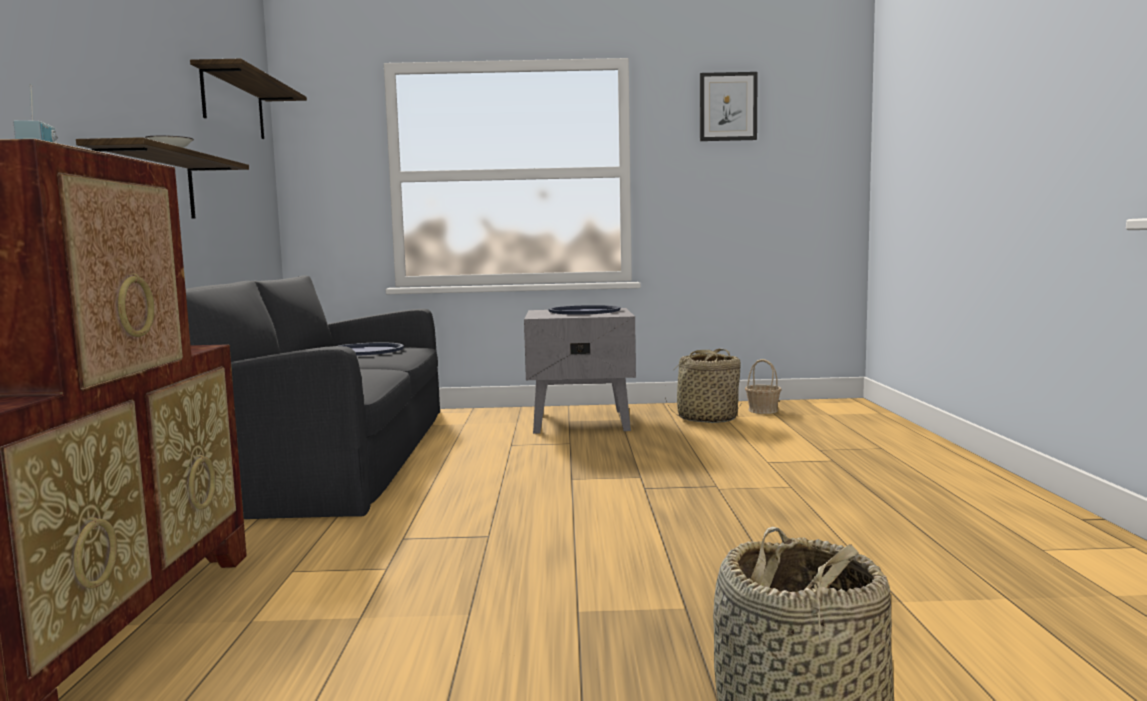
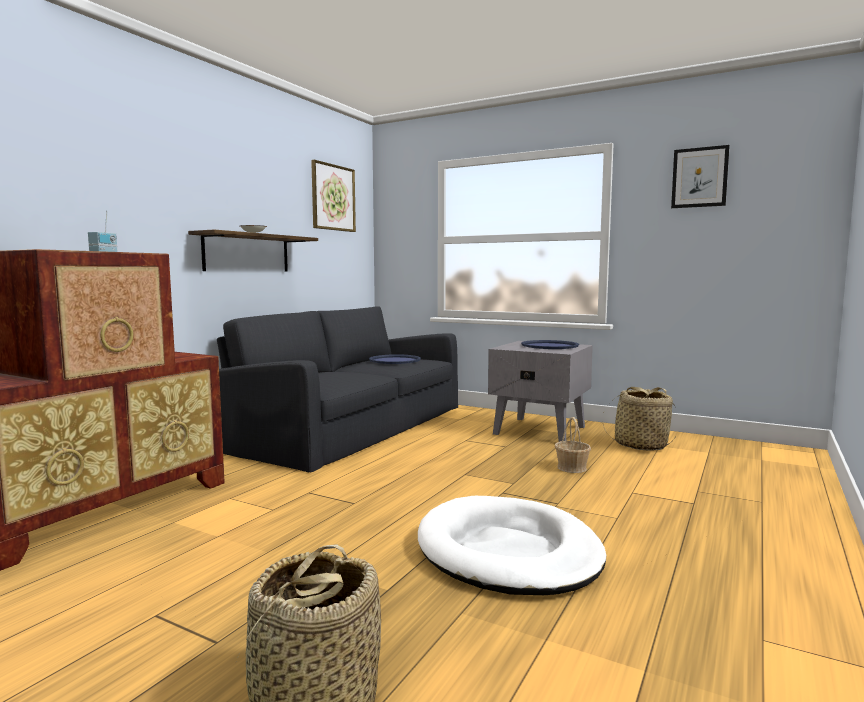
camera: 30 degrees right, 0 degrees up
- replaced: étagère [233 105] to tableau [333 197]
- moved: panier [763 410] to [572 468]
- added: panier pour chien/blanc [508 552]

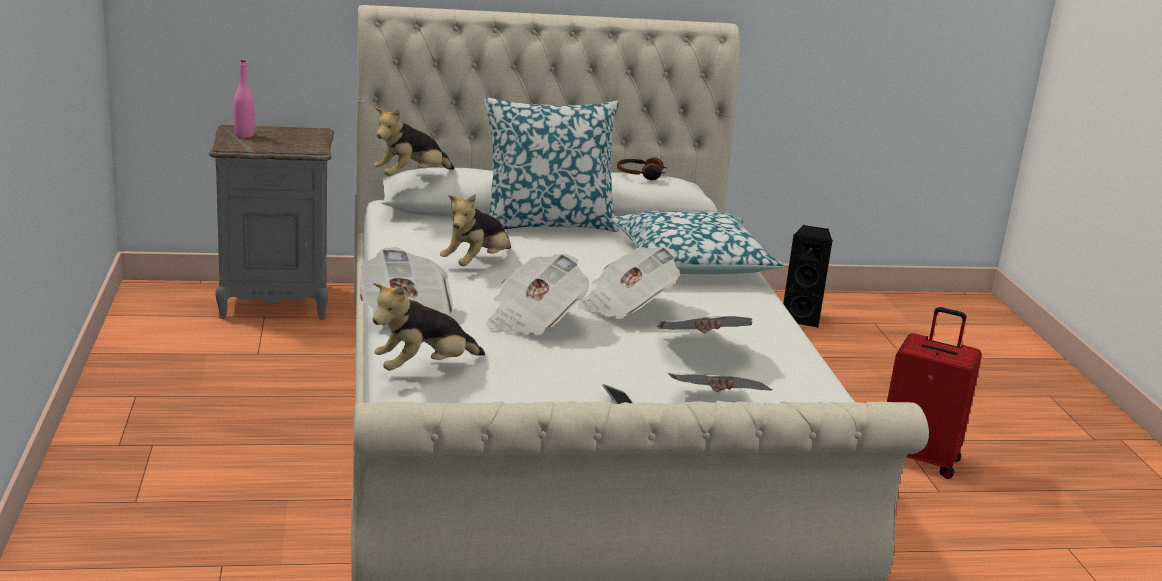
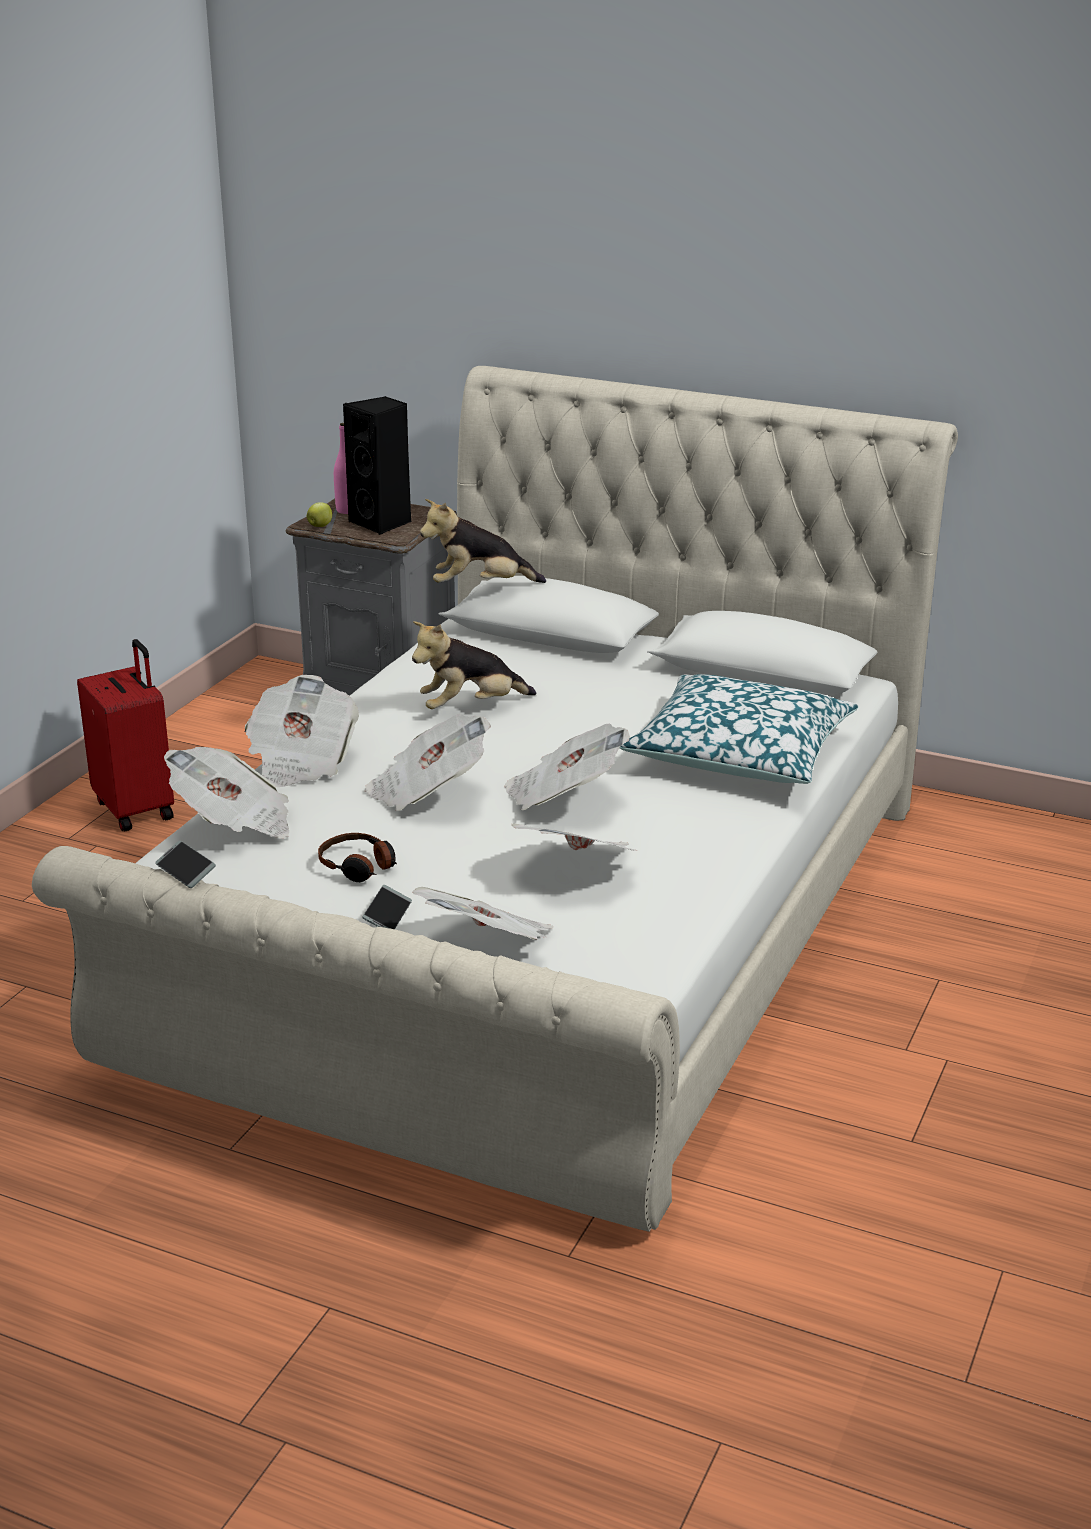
camera: 35 degrees right, 5 degrees up
- removed: coussin [547 224]
- moved: casque audio [641 175] to [358 867]
- moved: enceinte/noir [801 318] to [382 523]
- replaced: peluche [424 368] to journal [234 823]
- moved: valise/rouge [919 459] to [137 809]
- added: pomme [320 526]
- added: téléphone [186 871]

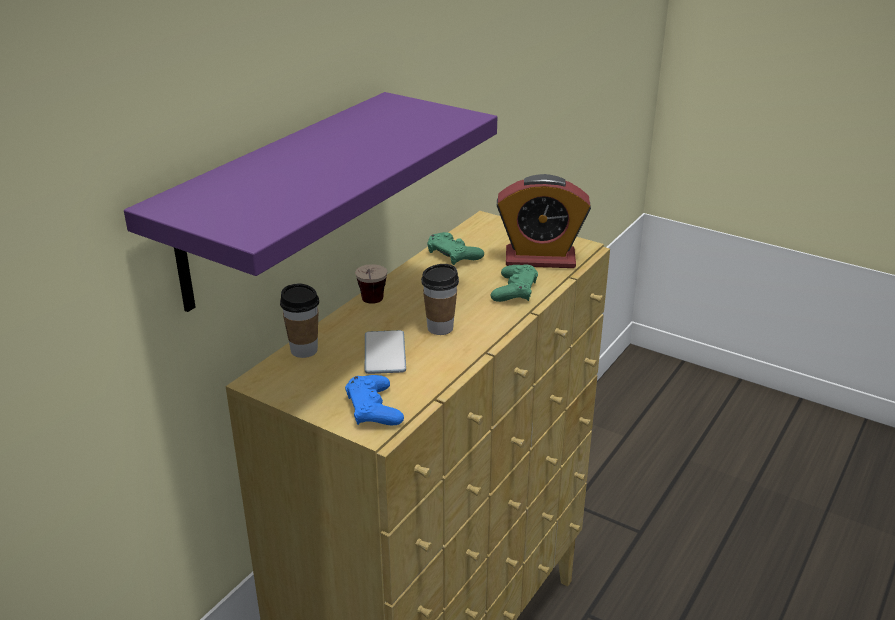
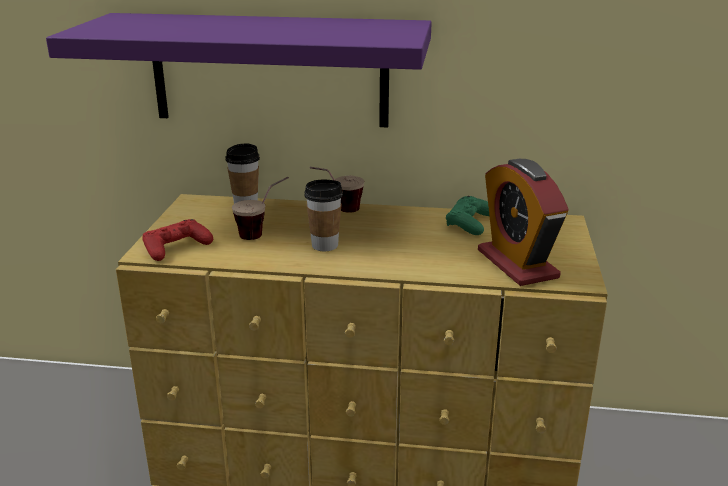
camera: 65 degrees right, 5 degrees down
- removed: manette/vert [514 290]
- replaced: téléphone [385 353] to tasse [263 233]
- recoloured: manette/bleu [373 409] to manette/rouge [176 247]

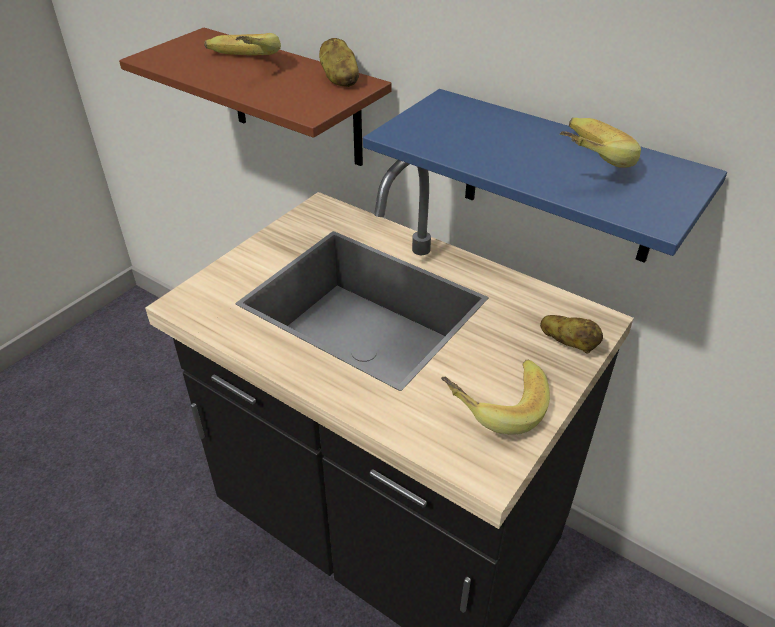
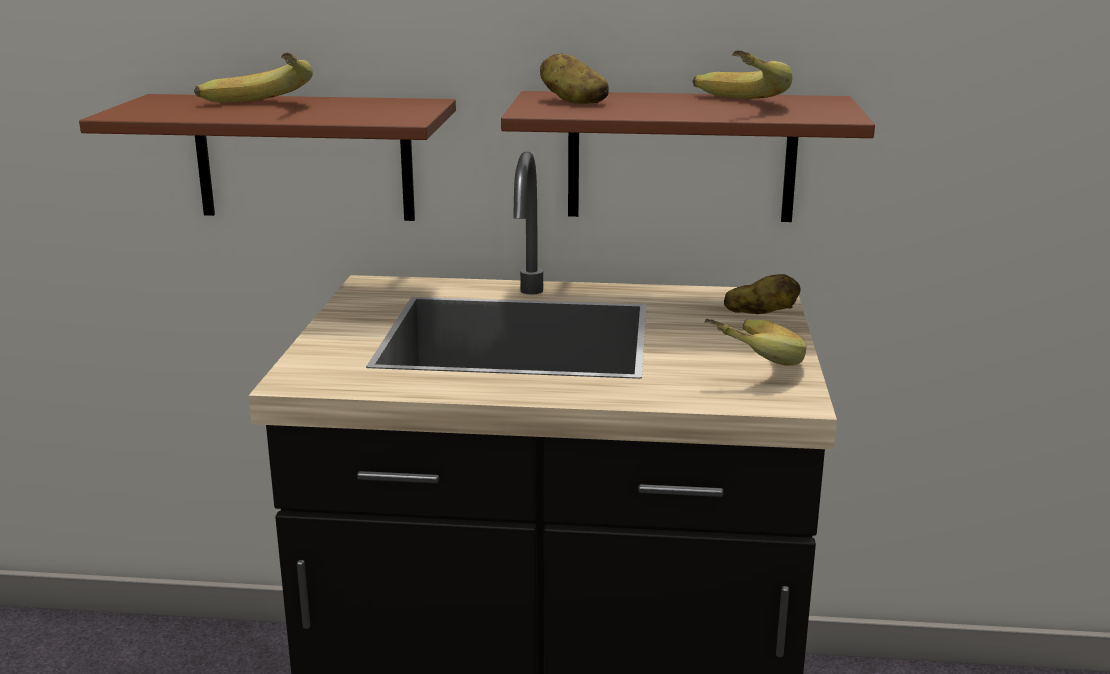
camera: 30 degrees left, 20 degrees down
- moved: pomme de terre [339 79] to [573 101]
- recoloured: étagère/bleu [559 178] to étagère/marron [681 156]

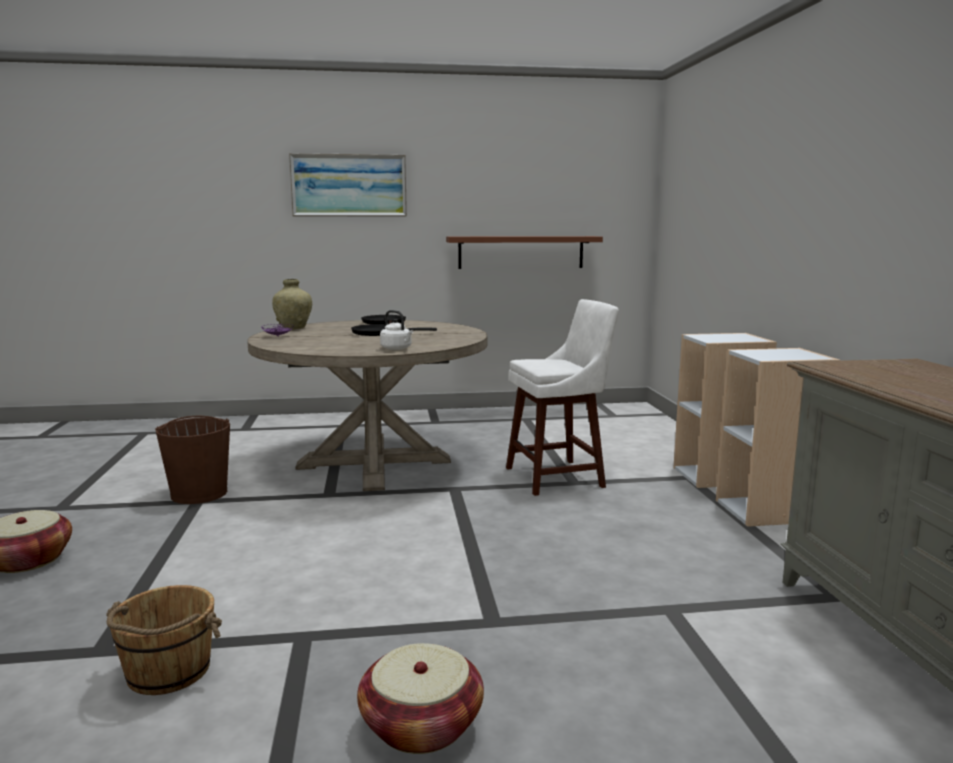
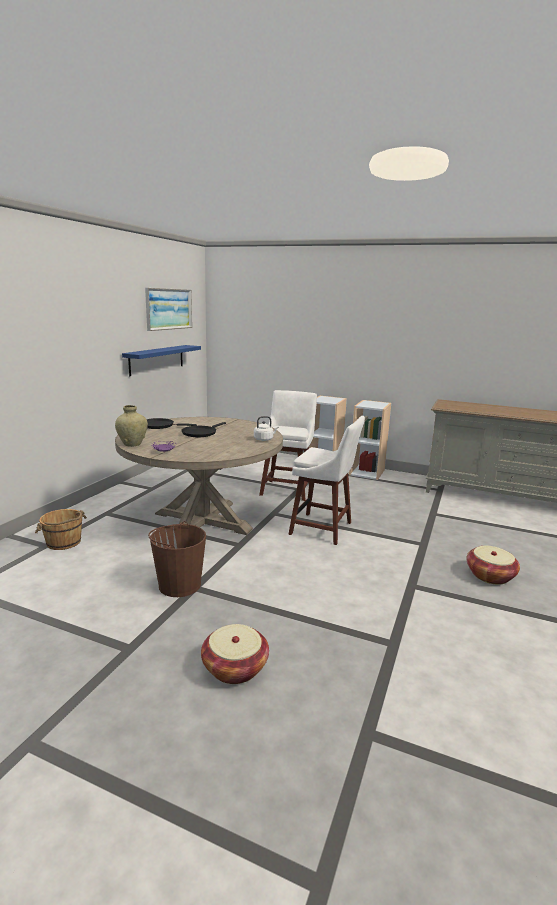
camera: 60 degrees left, 5 degrees up
- moved: tableau [349 185] to [169 309]
- recoloured: étagère/marron [521 252] to étagère/bleu [157 359]
- moved: seau/marron [167 672] to [64 542]
- added: chaise/blanc [324 529]

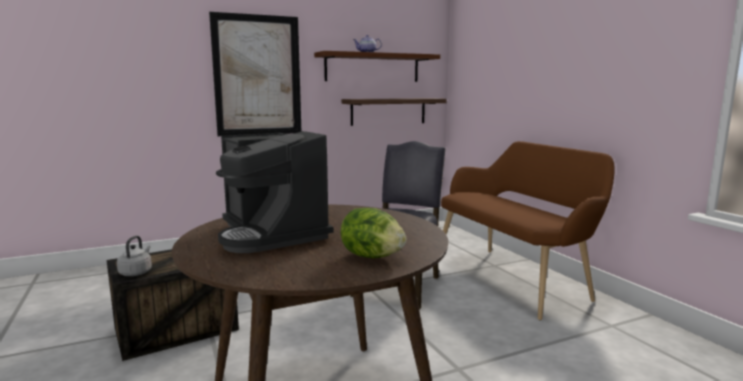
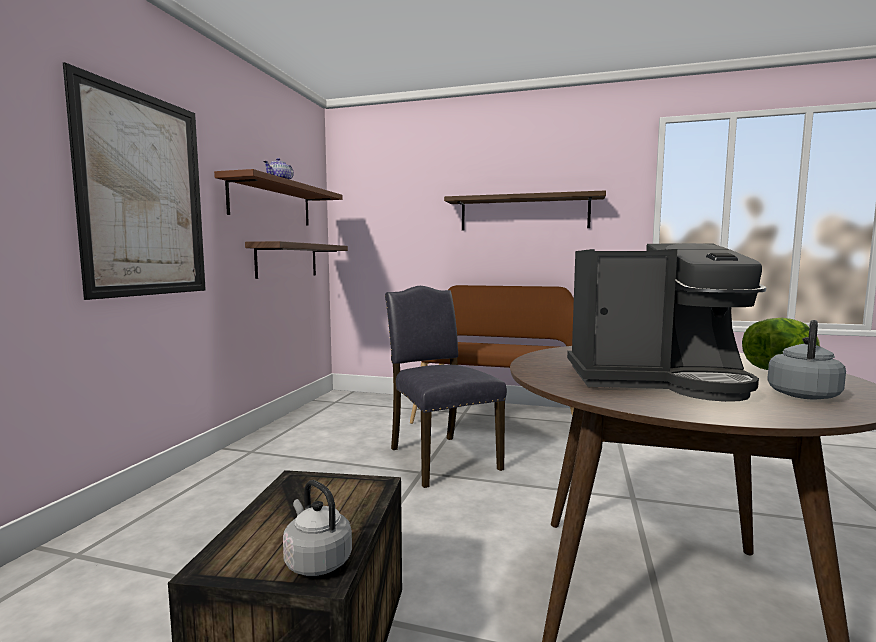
camera: 50 degrees left, 5 degrees down
- added: étagère [524 213]
- added: bouilloire/gris [803 394]

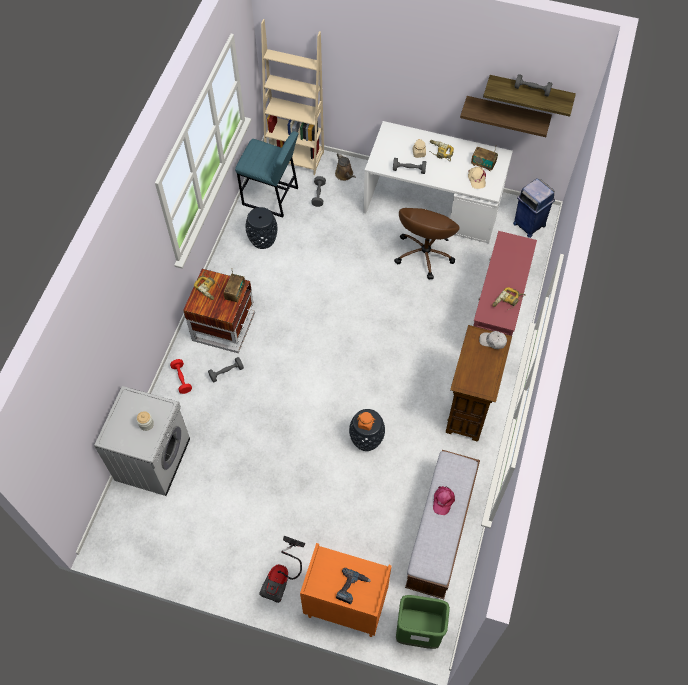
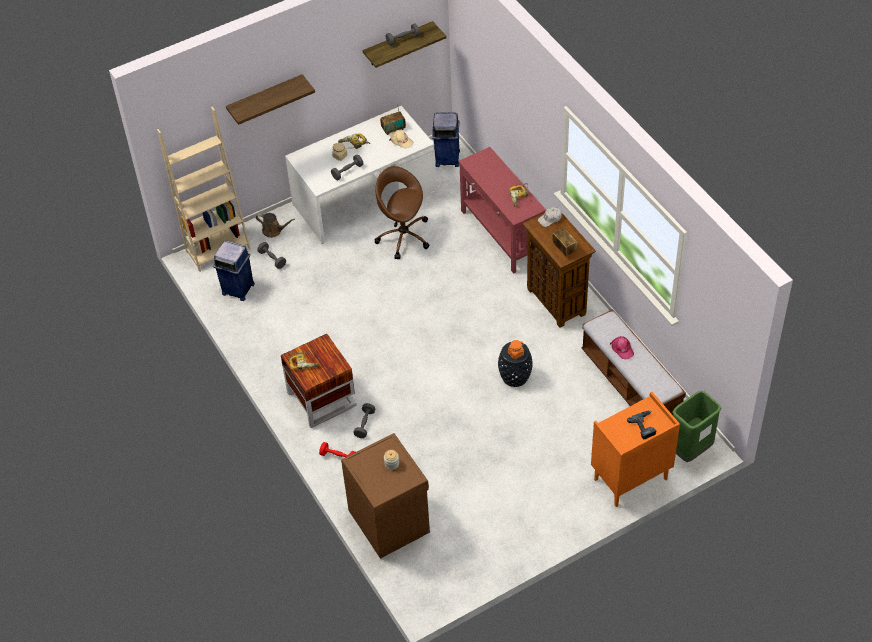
camera: 45 degrees left, 10 degrees down
- moved: étagère [507 113] to [265 98]
- replaced: tabouret/bleu [271 196] to poubelle/bleu [237 289]
- removed: tabouret/noir [262 239]
- turned: chaise de bureau/marron [423 256] = [403 236] 135 degrees clockwise
- moved: radio [235 293] to [564 248]
- recoloured: lave-linge/blanc [154 460] to lave-linge/marron [390 520]
- removed: aspirateur [282 576]

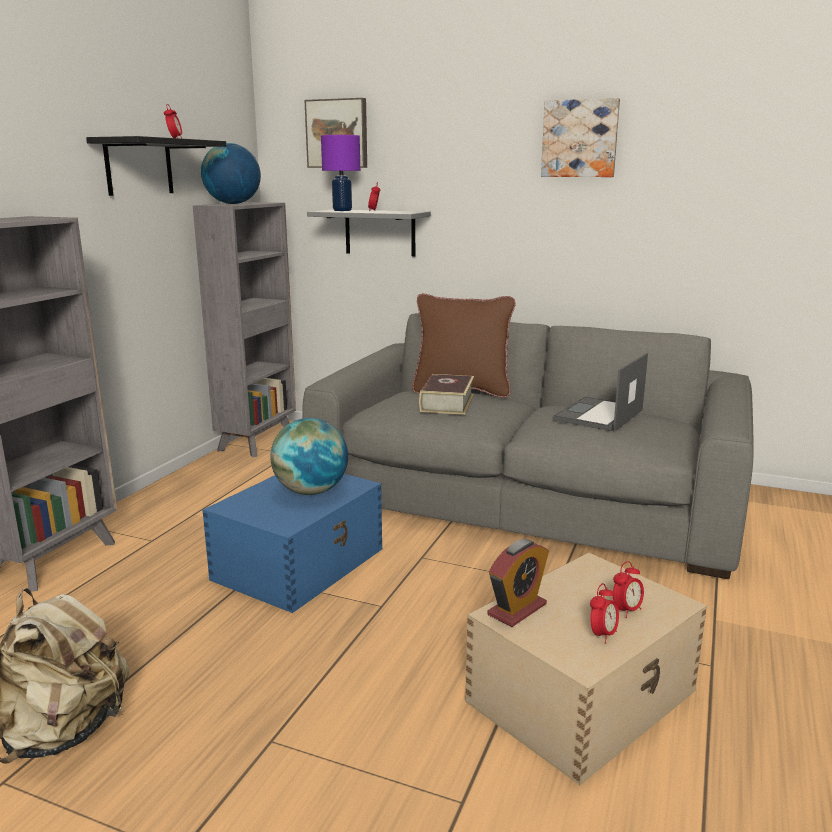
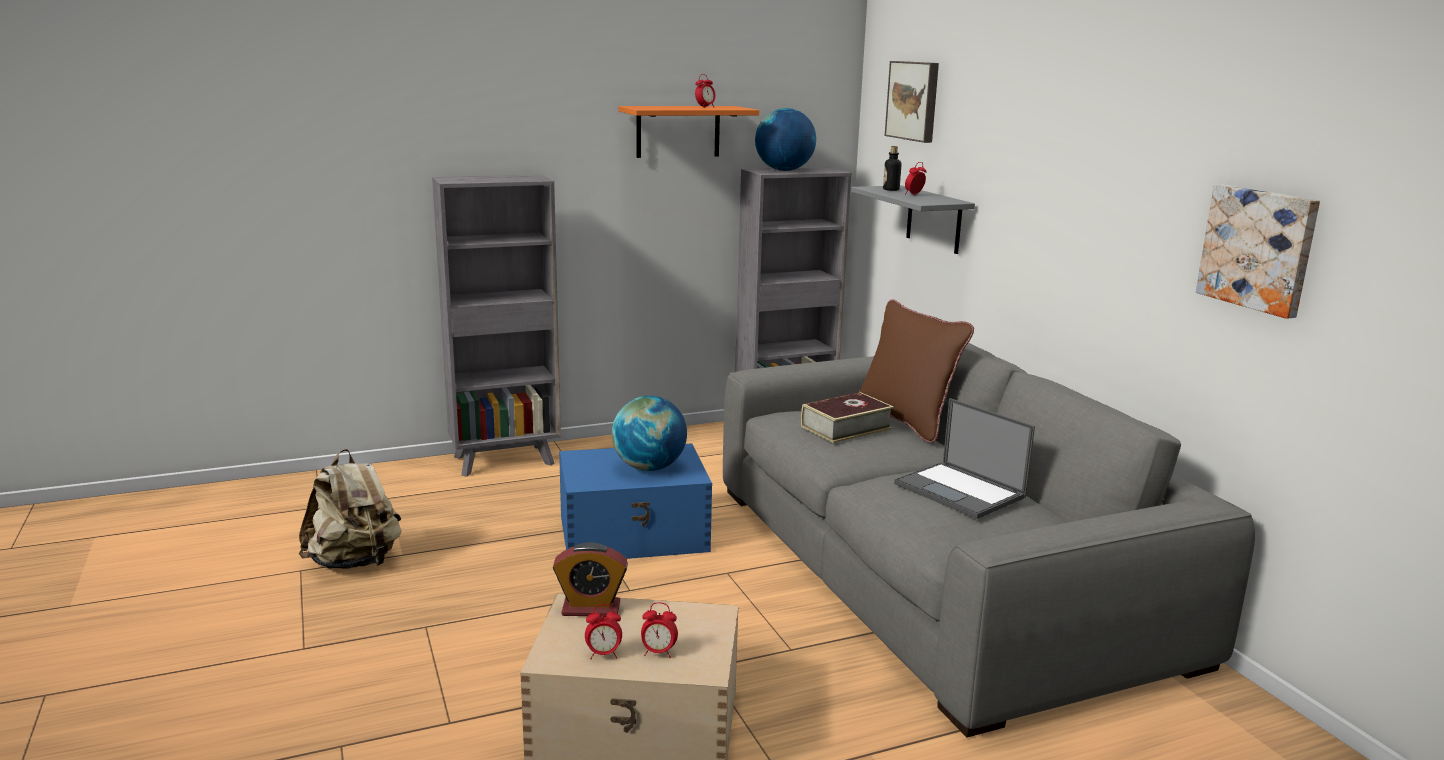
camera: 45 degrees right, 0 degrees up
- moved: tableau [580 139] to [1259 249]
- replaced: lampe de table/violet [343 210] to bouteille [891 189]
- recoloured: étagère/noir [139 167] to étagère/orange [678 131]
- turned: ordinateur portable [598 415] = [961 491] 120 degrees counterclockwise

